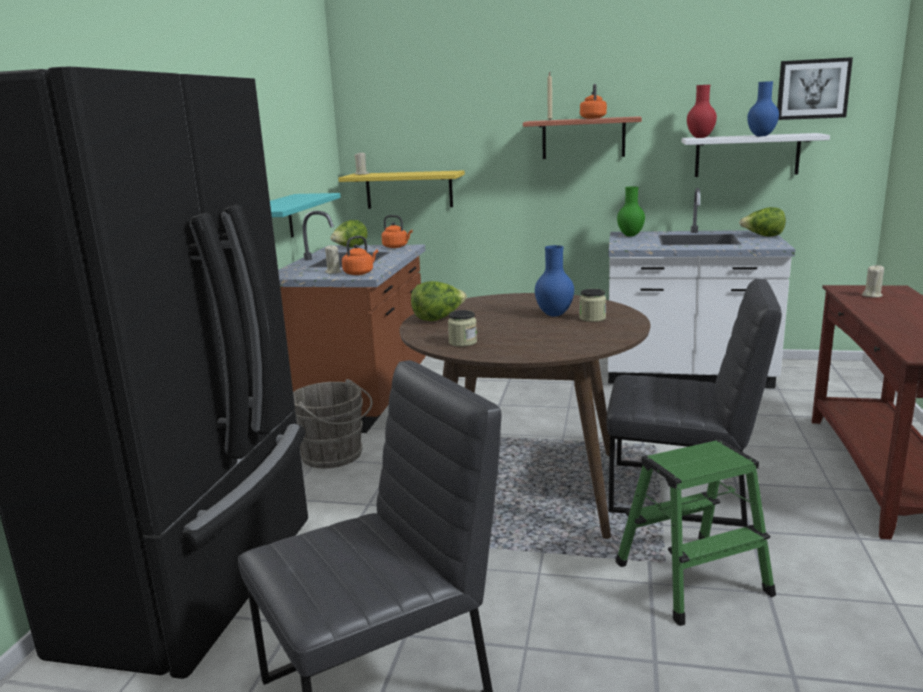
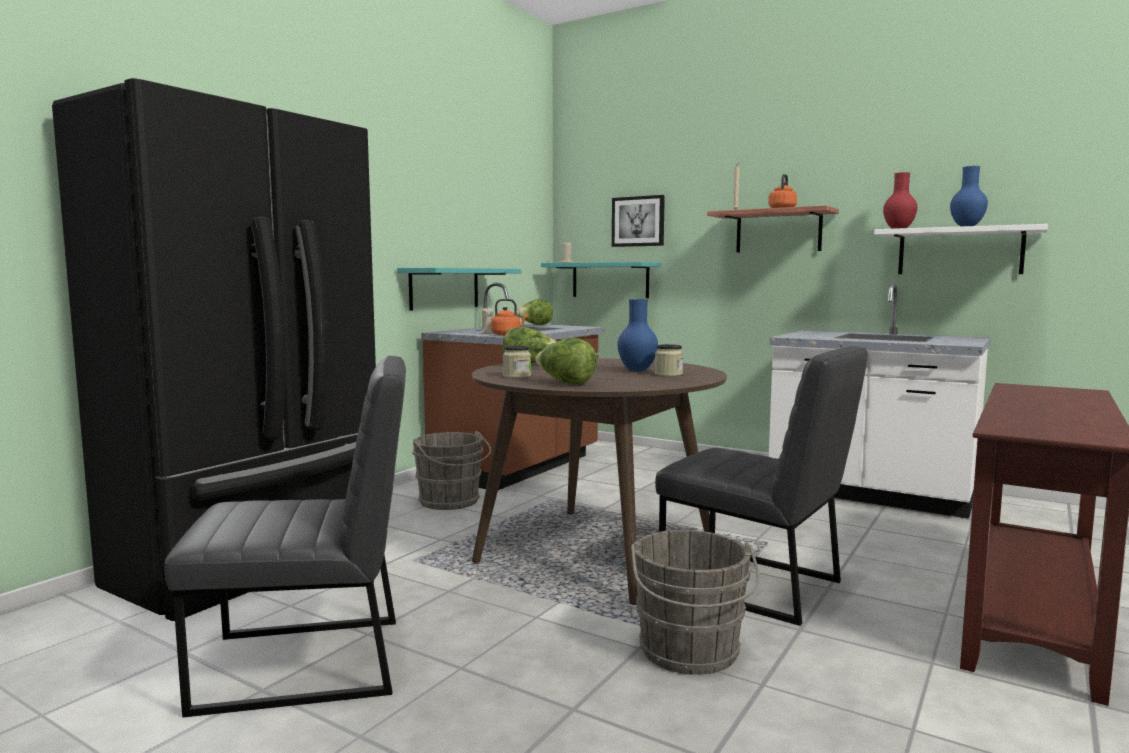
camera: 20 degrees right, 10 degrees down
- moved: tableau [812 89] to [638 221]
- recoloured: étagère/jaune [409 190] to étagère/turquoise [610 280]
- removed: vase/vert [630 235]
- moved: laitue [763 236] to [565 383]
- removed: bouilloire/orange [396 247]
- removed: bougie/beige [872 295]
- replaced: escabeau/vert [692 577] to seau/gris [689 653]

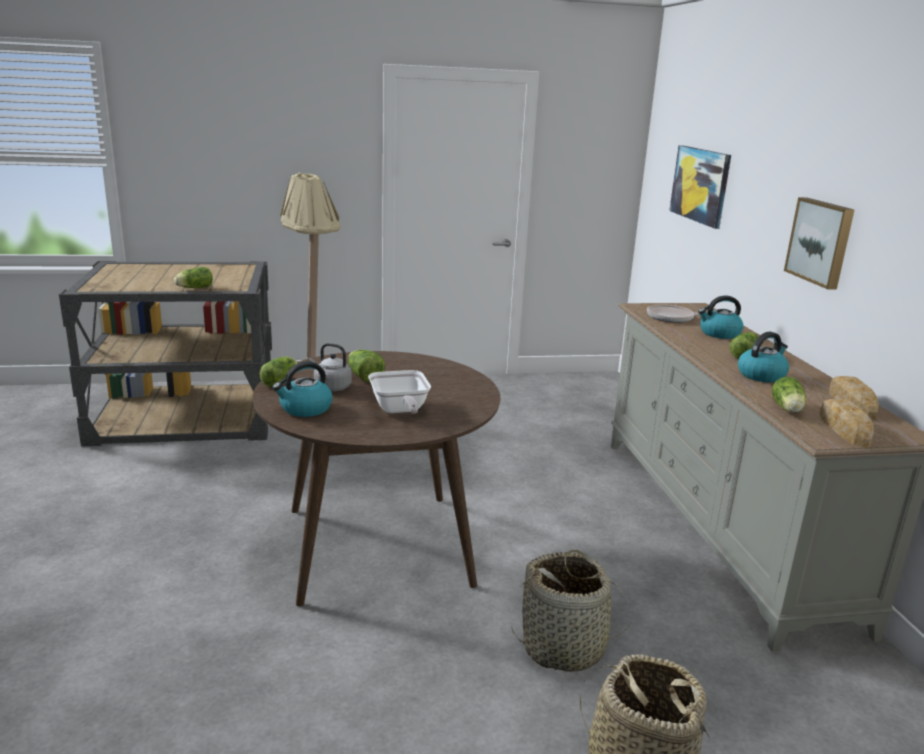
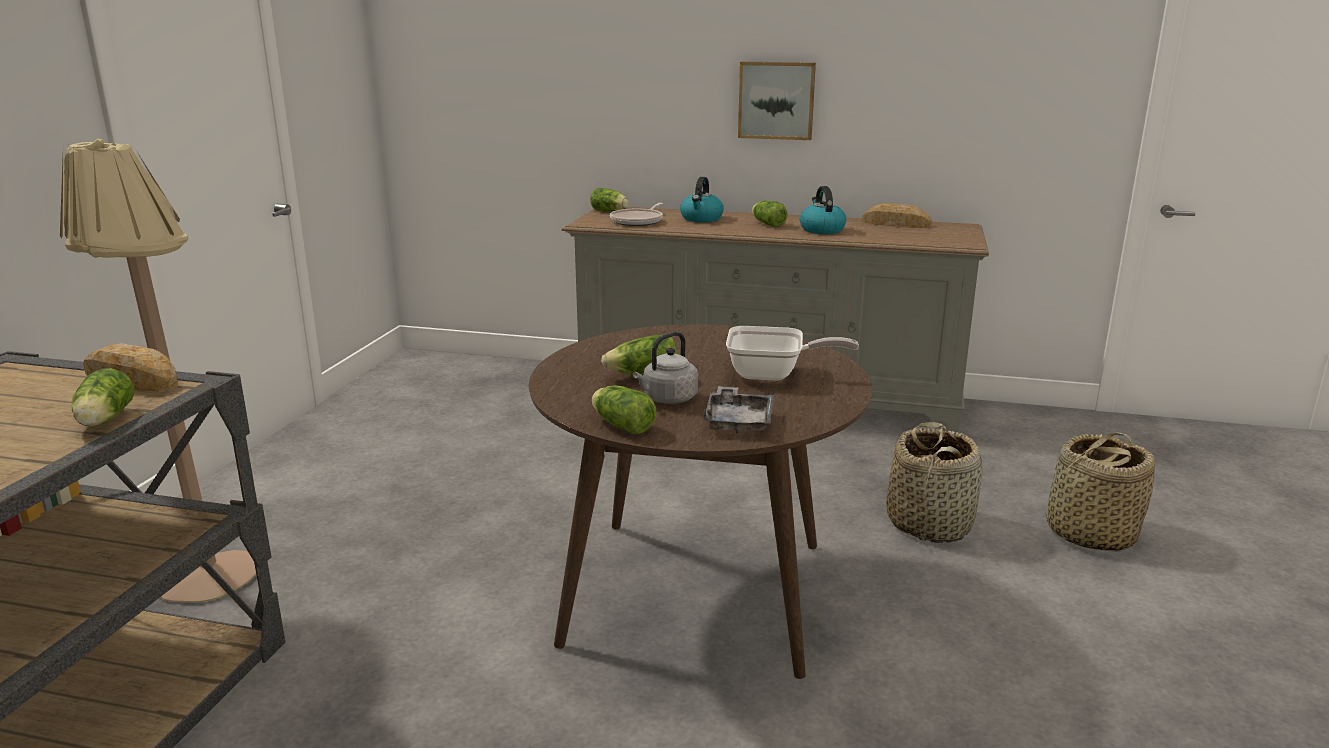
camera: 65 degrees left, 0 degrees up
- removed: tableau [700 185]
- replaced: bouilloire [305 409] to plateau/gris [738 421]
- moved: laitue [787 409] to [610 211]
- moved: pain [843 428] to [132 379]

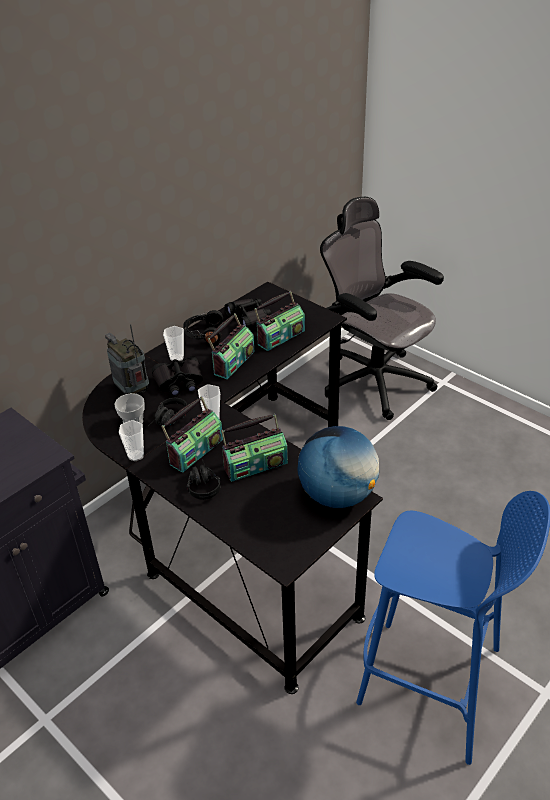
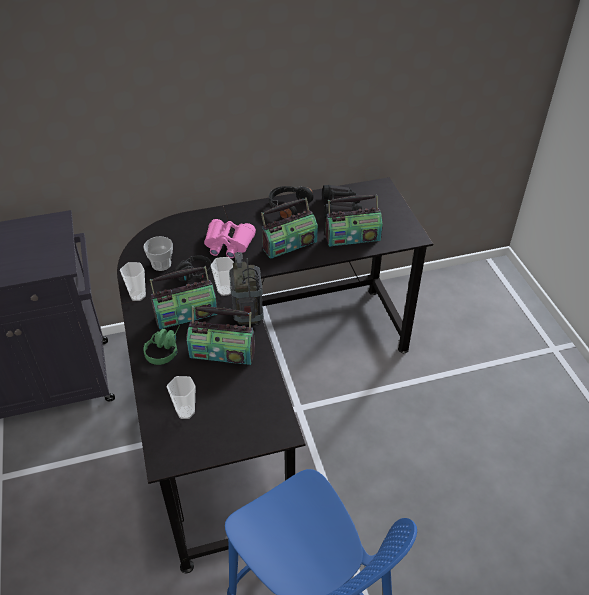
camera: 30 degrees right, 5 degrees up
- removed: chaise de bureau [374 382]
- moved: radio [132 391] to [248 318]
- moved: tasse [177 358] to [185 412]
- recoloured: jumelles/noir [179 382] to jumelles/rose [228 244]
- removed: globe [337 495]
- recoloured: casque audio/noir [202 484] to casque audio/vert [164 348]

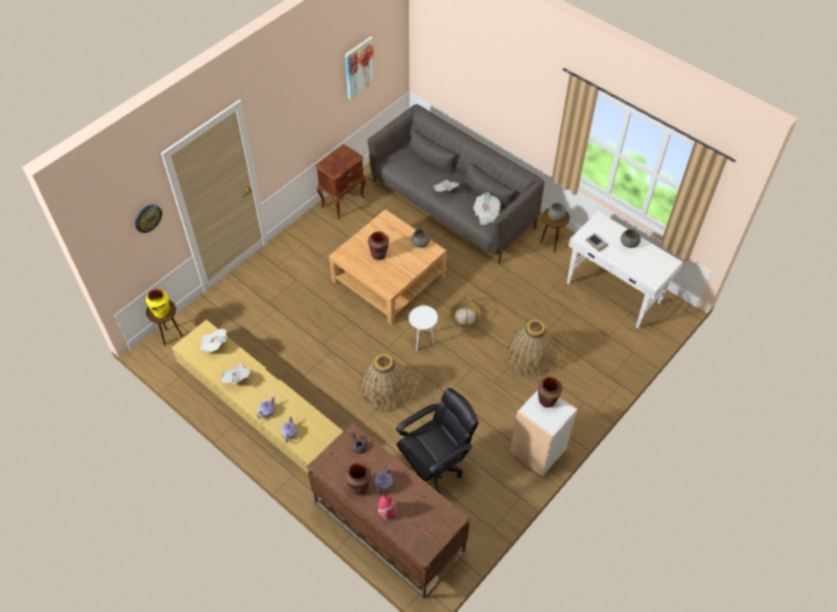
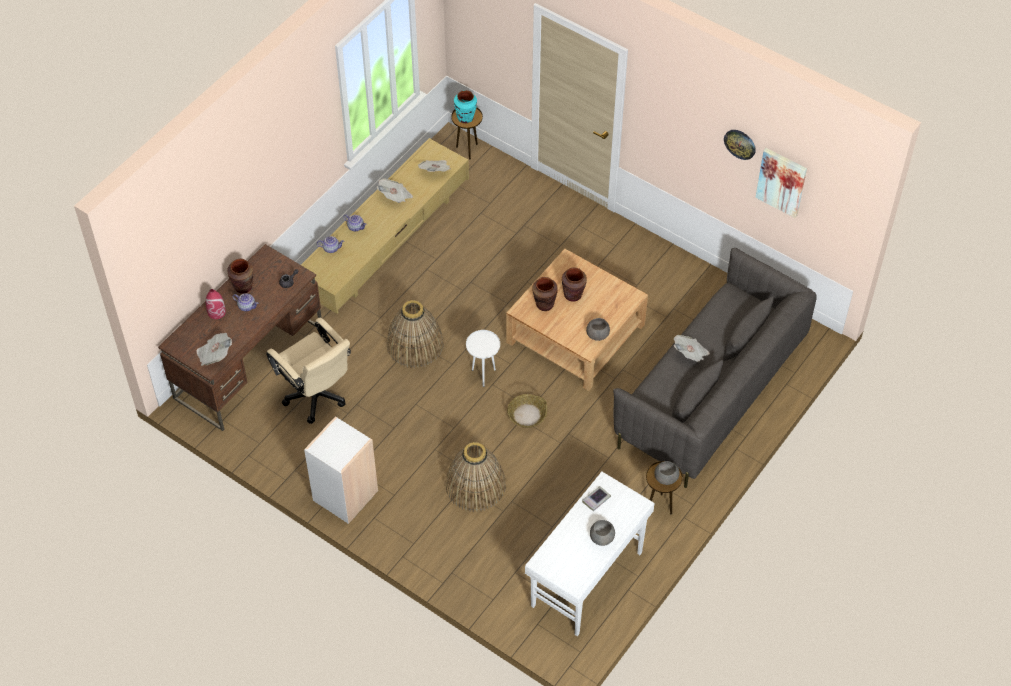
camera: 85 degrees right, 0 degrees up
- removed: table de chevet/marron [343 202]
- moved: journal [486 214] to [214 355]
- moved: horloge murale [147 218] to [740 144]
- recoloured: vase/jaune [162 312] to vase/turquoise [465 118]
- moved: vase/marron [547 400] to [544 304]
- recoloured: chaise de bureau/noir [436 469] to chaise de bureau/beige [318 399]

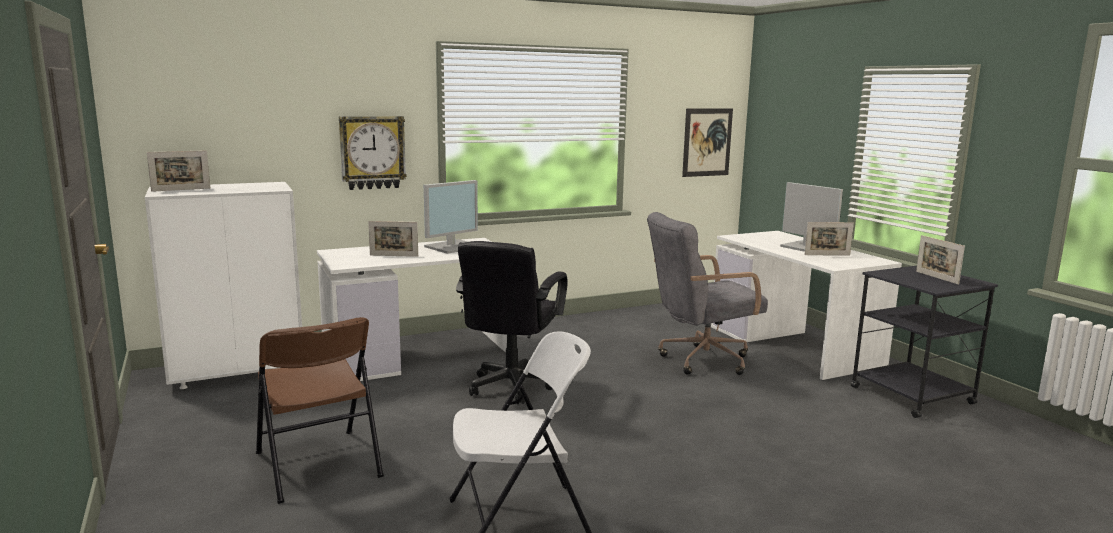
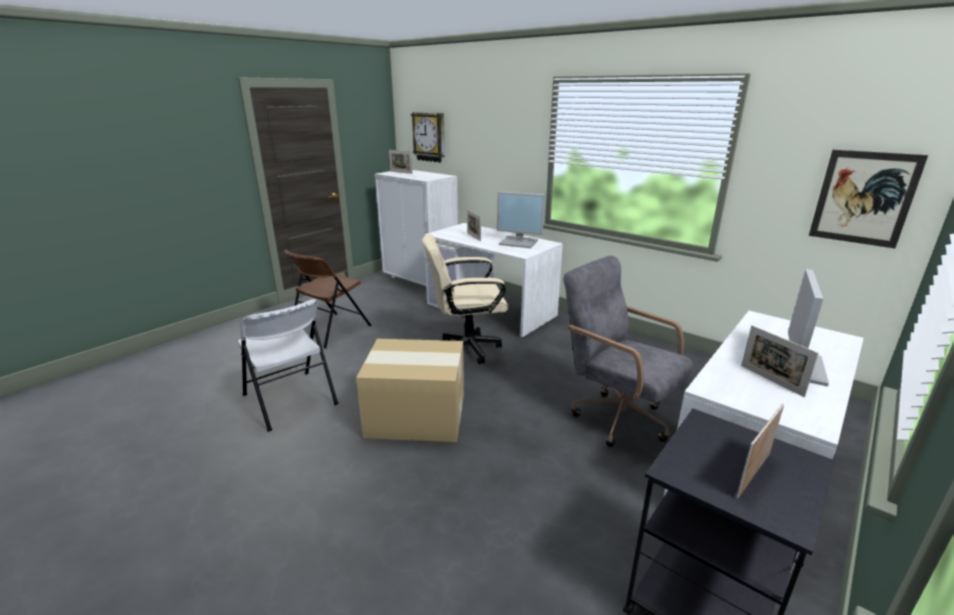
camera: 65 degrees right, 10 degrees up
- moved: horloge murale [372 152] to [429 137]
- recoloured: chaise de bureau/noir [510 389] to chaise de bureau/beige [466 350]
- added: carton [415 415]

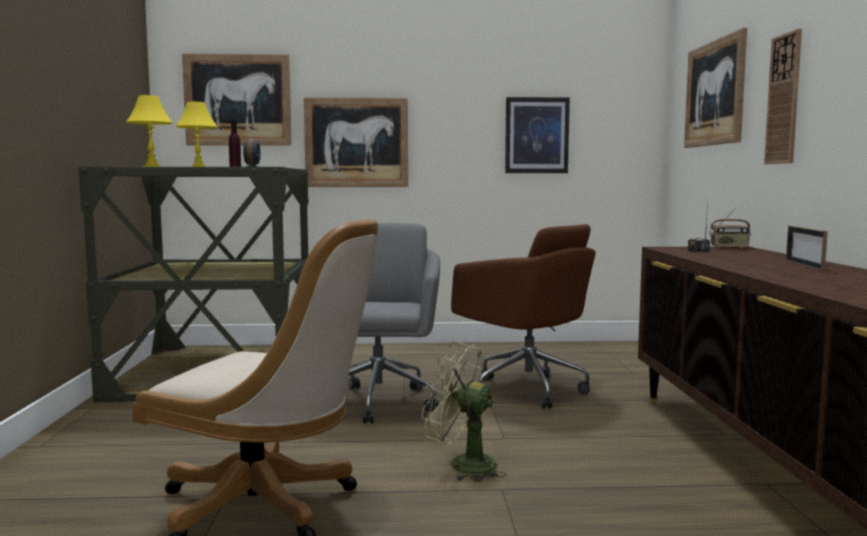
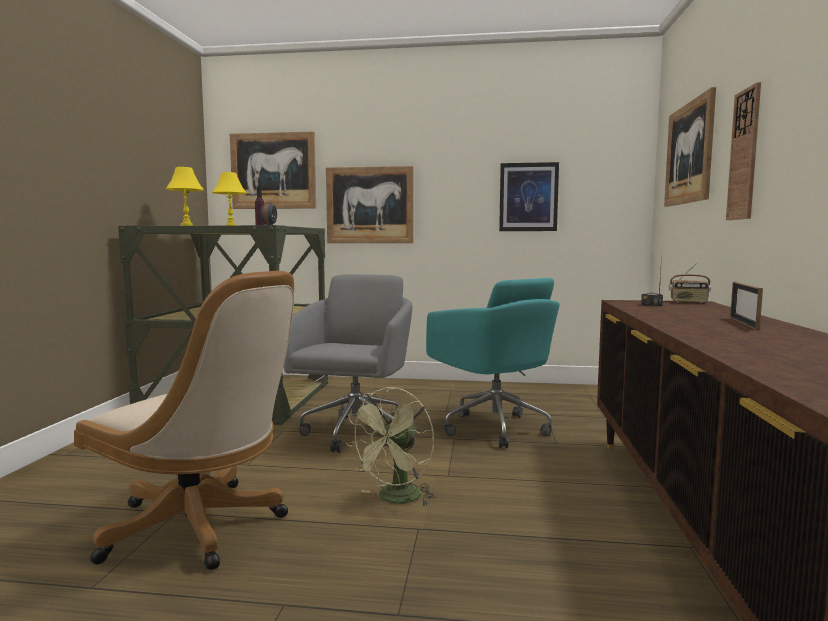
camera: 10 degrees right, 0 degrees up
- recoloured: chaise de bureau/marron [523 389] to chaise de bureau/turquoise [491 427]
- turned: ventilateur/vert [462 464] = [395 499] 90 degrees counterclockwise

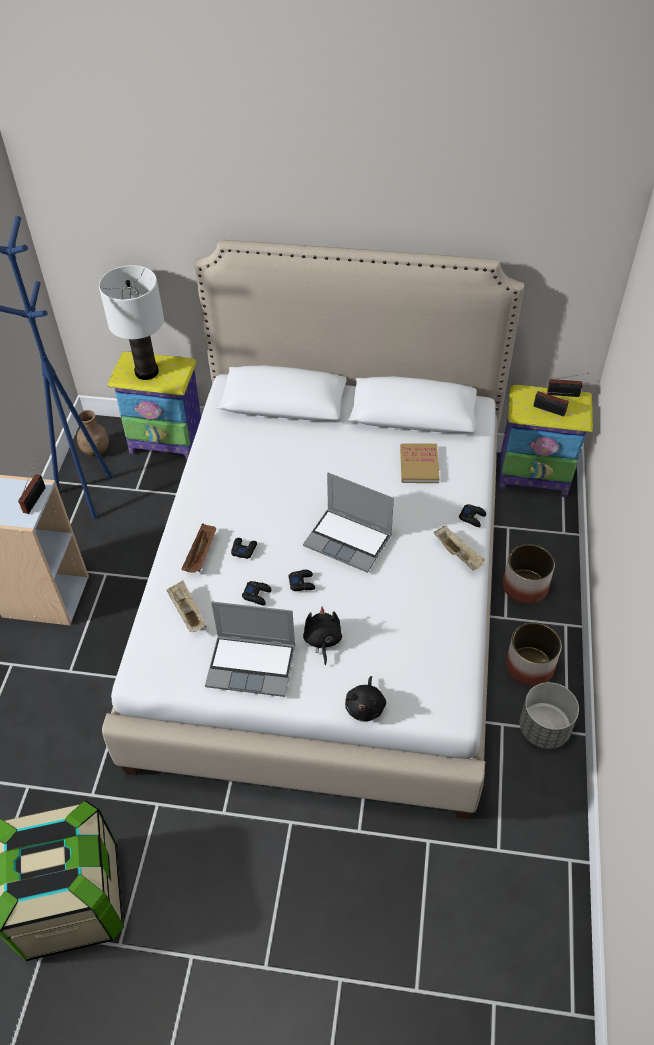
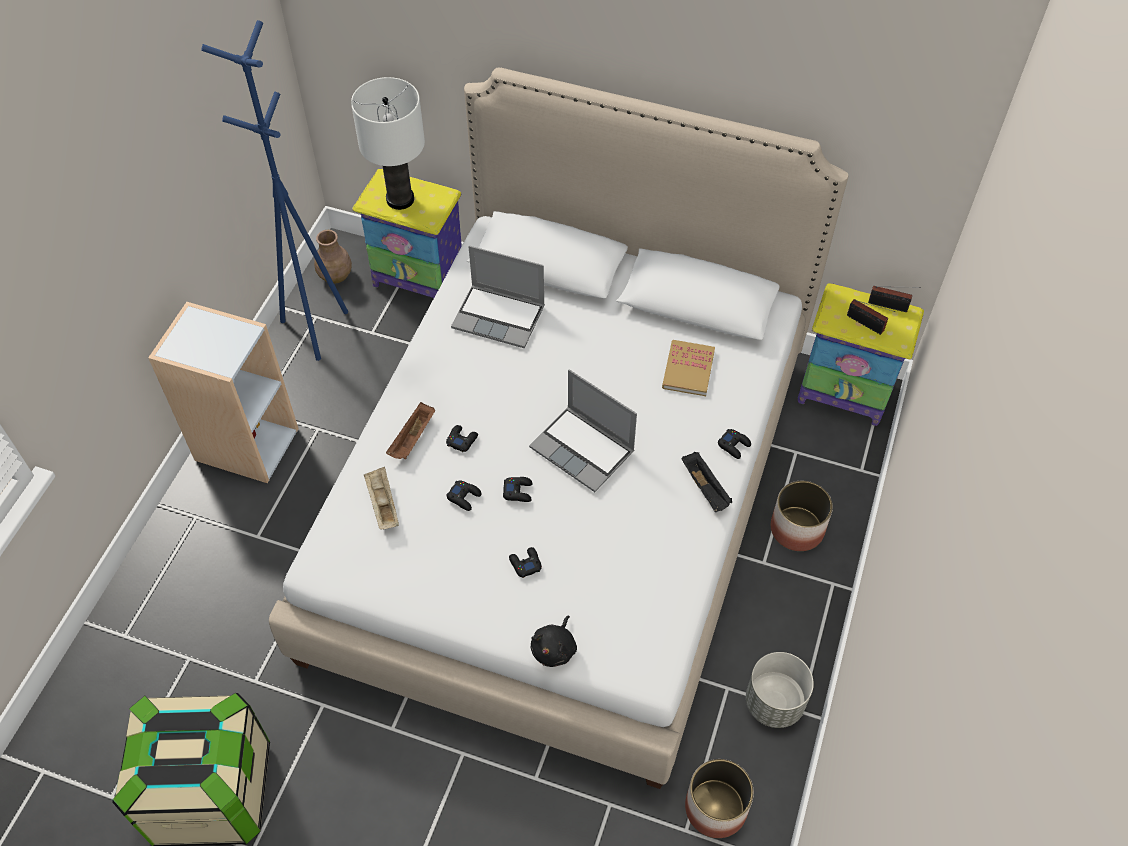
camera: 10 degrees right, 5 degrees up
- removed: radio [36 498]
- recoloured: plateau/beige [458 554] to plateau/noir [706 488]
- moved: ordinateur portable [252 665] to [500 317]
- replaced: peluche/noir [322 640] to manette/noir [525 564]
- moved: cache-pot [529 665] to [716 807]

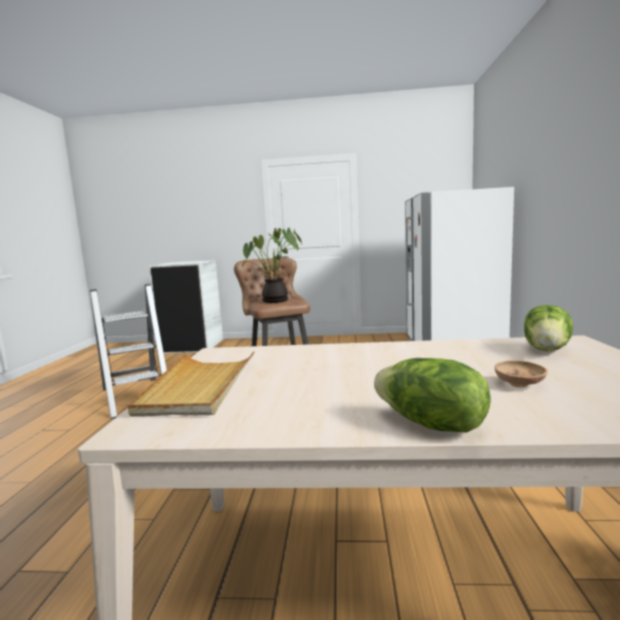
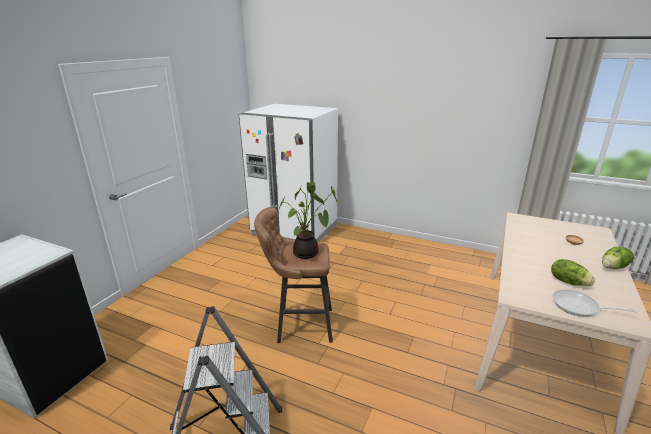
camera: 70 degrees left, 15 degrees up
- moved: laitue [547 349] to [568 282]
- replaced: plateau/beige [200 386] to poêle [579 307]

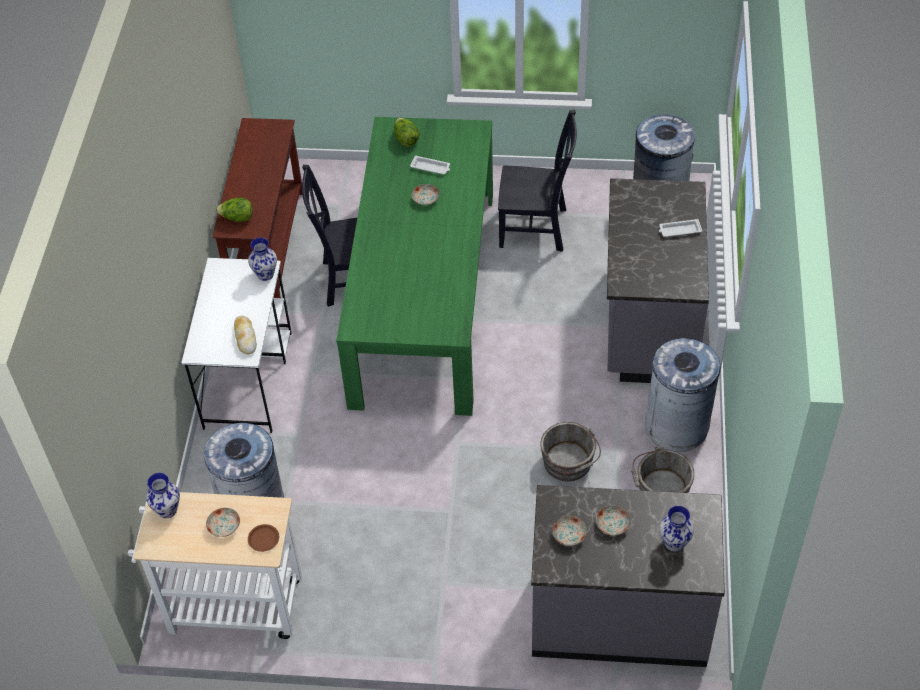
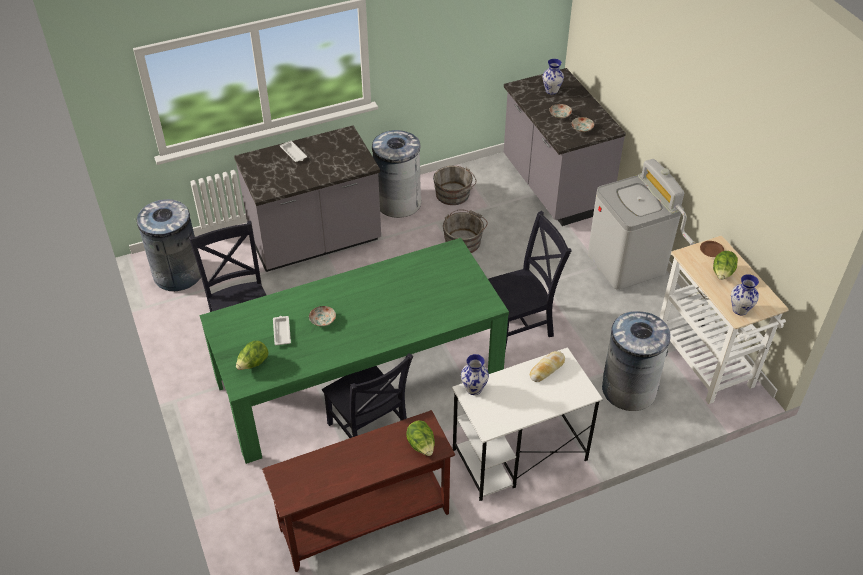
camera: 120 degrees left, 5 degrees down
- replaced: assiette [224 527] to laitue [722 274]
- added: lave-linge/gris [628 265]
- added: chaise/noir [519 325]

